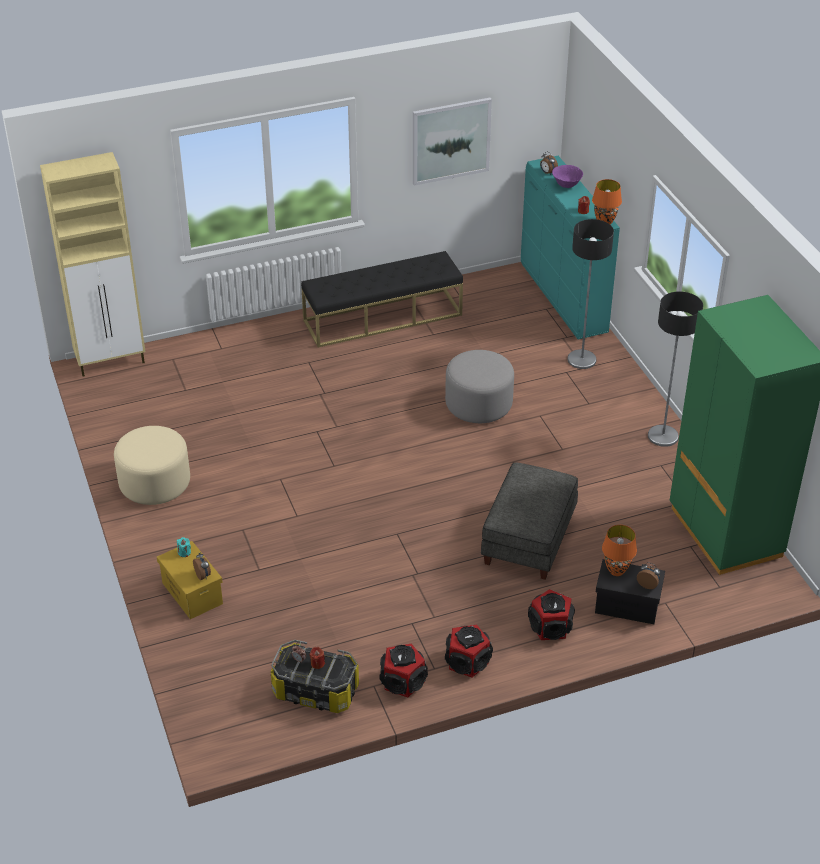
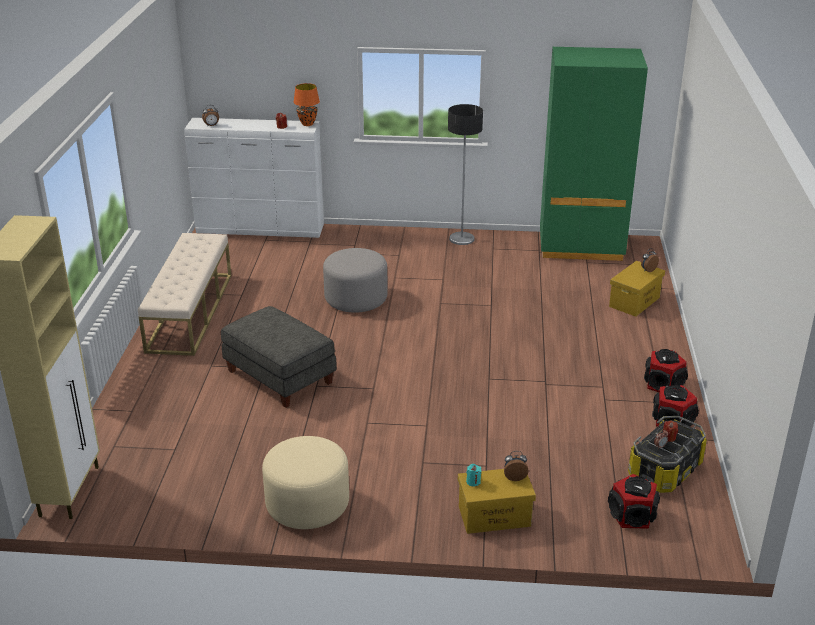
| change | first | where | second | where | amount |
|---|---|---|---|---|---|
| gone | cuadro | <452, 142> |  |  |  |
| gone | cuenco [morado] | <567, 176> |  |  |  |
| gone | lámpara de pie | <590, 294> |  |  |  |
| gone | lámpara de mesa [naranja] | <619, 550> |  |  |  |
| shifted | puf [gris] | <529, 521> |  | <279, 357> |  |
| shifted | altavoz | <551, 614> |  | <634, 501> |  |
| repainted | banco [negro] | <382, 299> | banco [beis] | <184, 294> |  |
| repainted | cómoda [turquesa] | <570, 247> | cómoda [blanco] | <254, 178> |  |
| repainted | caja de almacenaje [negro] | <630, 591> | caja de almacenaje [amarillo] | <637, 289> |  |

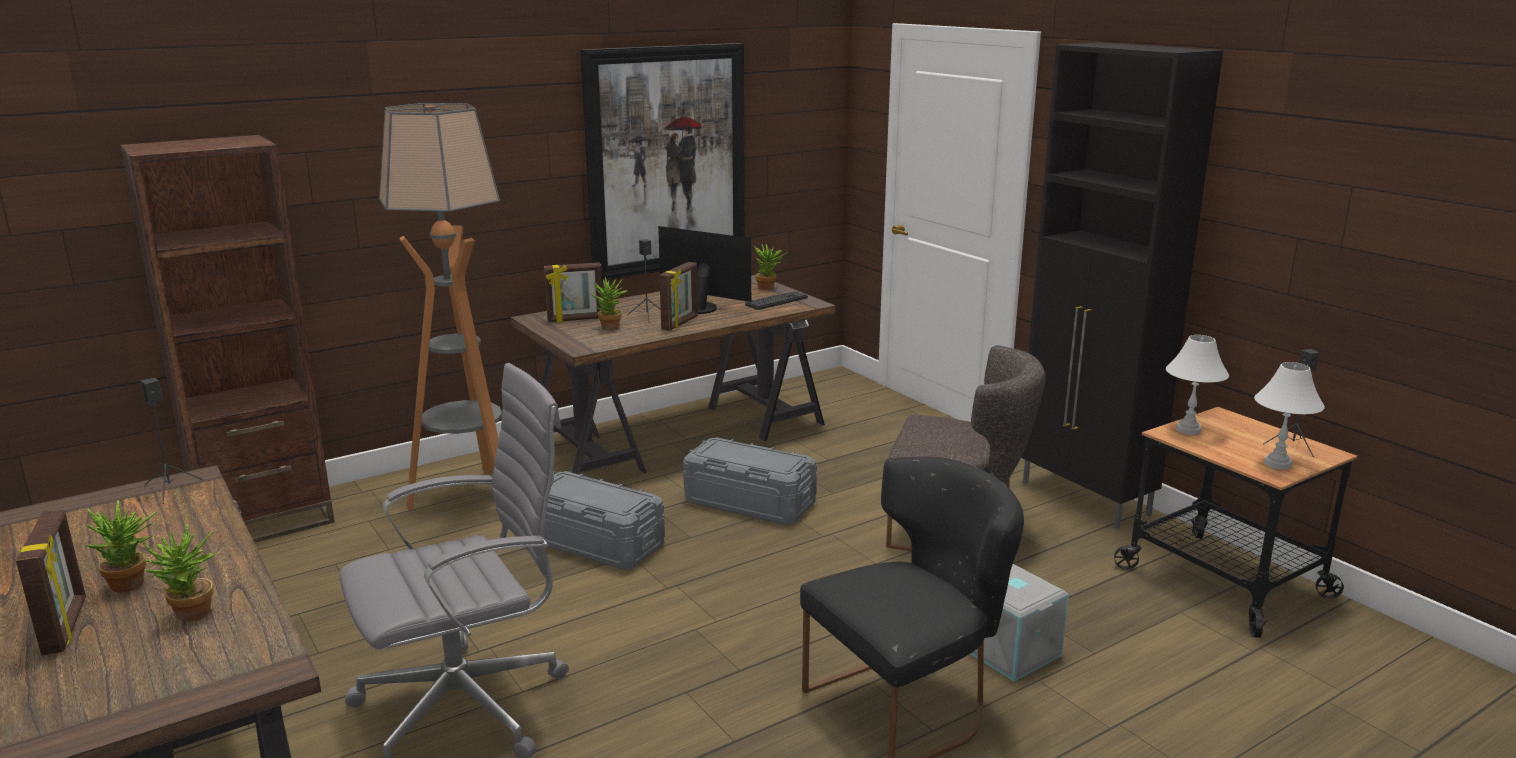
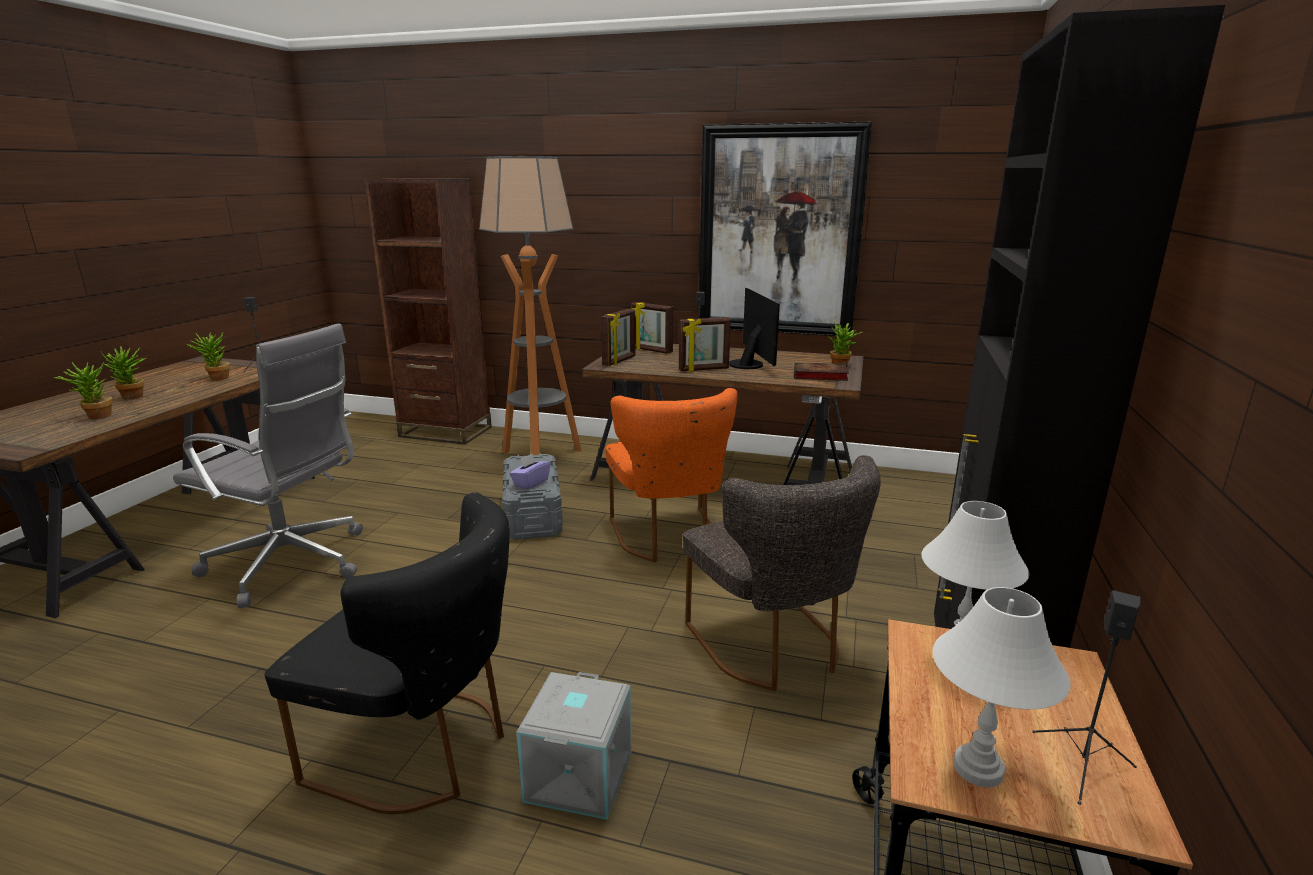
| change | first | where | second | where | amount |
|---|---|---|---|---|---|
| new |  |  | caja de pañuelos [morado] | <530, 472> |  |
| shifted | portarretratos | <51, 582> |  | <618, 337> |  |
| shifted | planta en maceta | <610, 303> |  | <208, 356> |  |
| swapped | caja de almacenaje [gris] | <750, 481> | silla [naranja] | <671, 475> |  |
| swapped | teclado | <776, 300> | libro | <821, 371> |  |

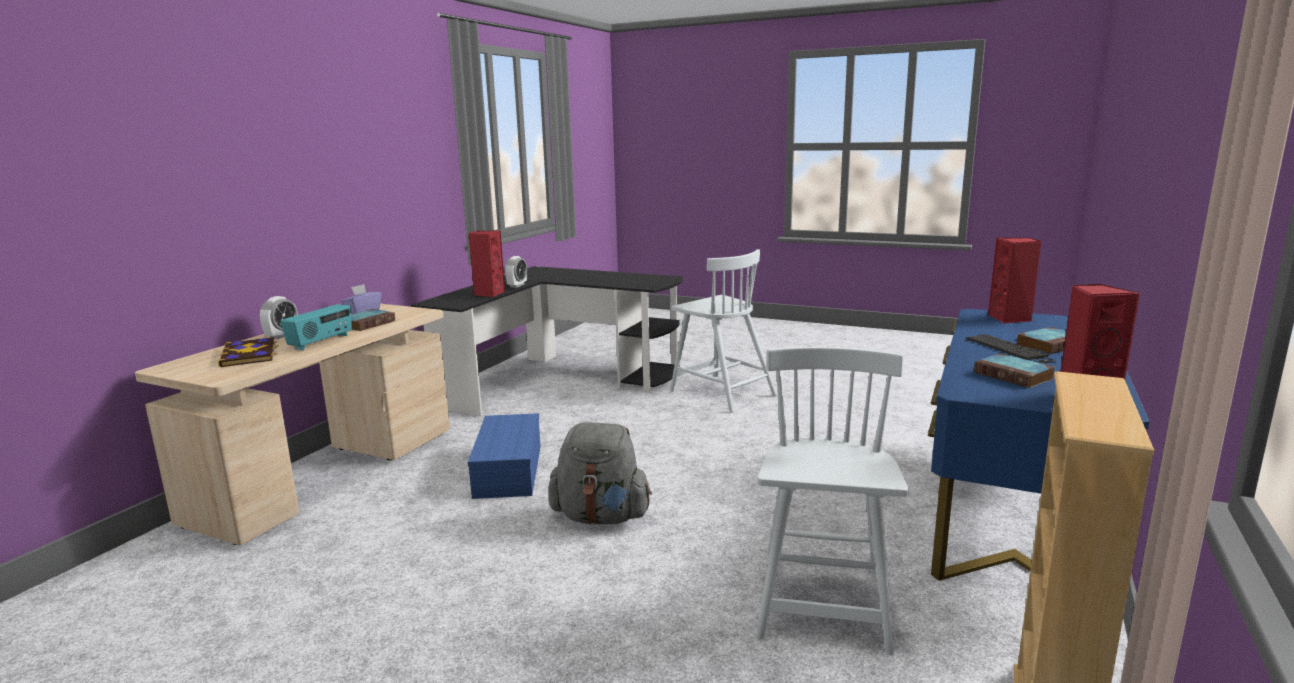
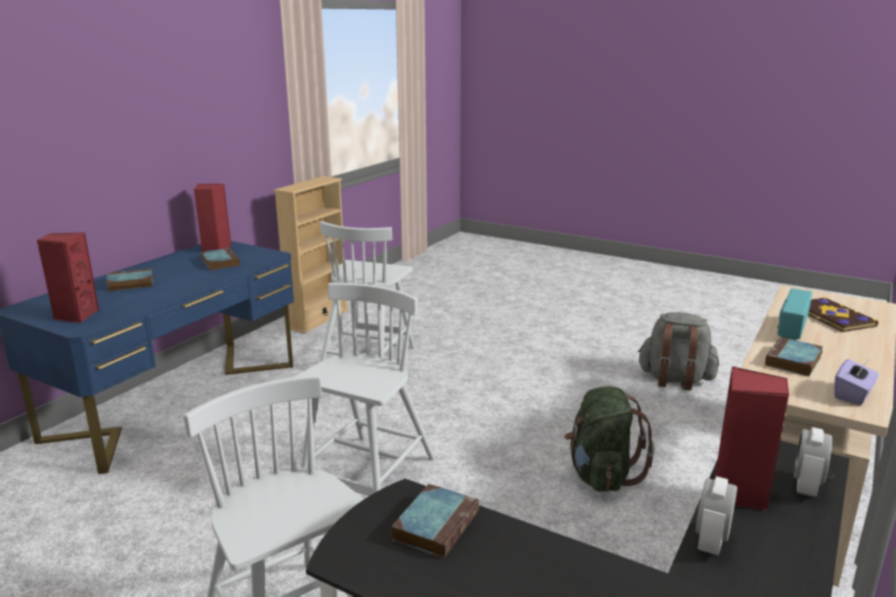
| change | first | where | second | where | amount |
|---|---|---|---|---|---|
| gone | teclado | <1011, 349> |  |  |  |
| new |  |  | silla [blanco] | <364, 389> |  |
| new |  |  | libro | <435, 521> |  |
| shifted | despertador | <279, 317> |  | <813, 462> |  |
| shifted | mochila [gris] | <600, 473> |  | <678, 351> |  |
| swapped | caja de almacenaje [azul] | <504, 456> | mochila [verde] | <609, 439> |  |

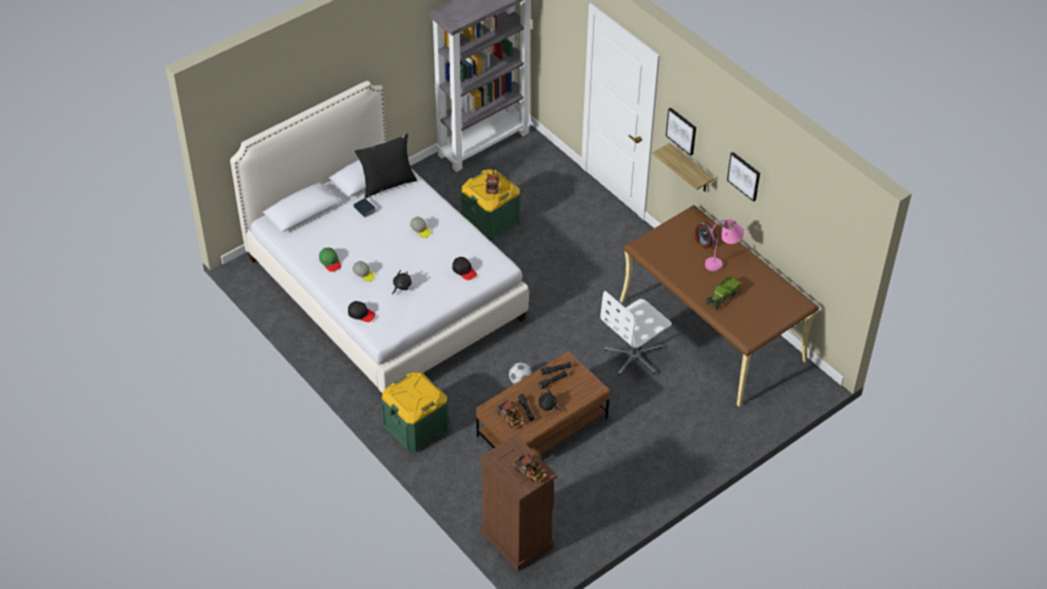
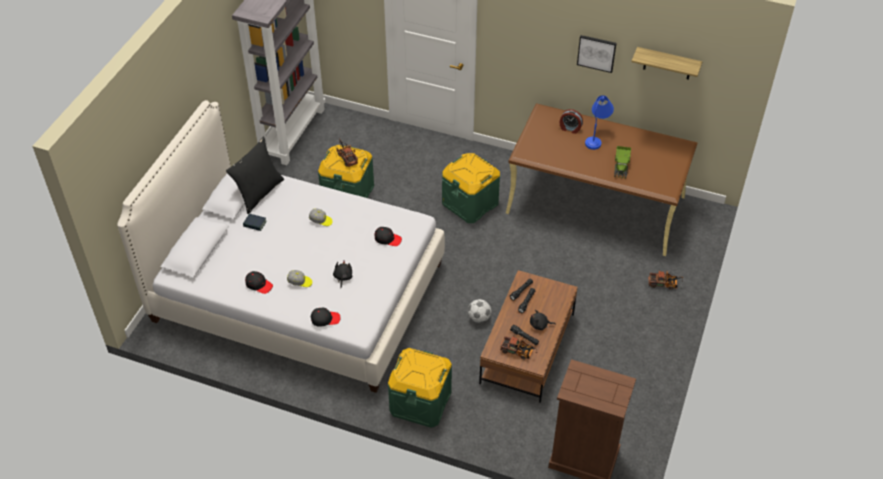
| change | first | where | second | where | amount |
|---|---|---|---|---|---|
| gone | silla de oficina [blanco] | <636, 333> |  |  |  |
| gone | cuadro | <681, 132> |  |  |  |
| new |  |  | caja de almacenaje [verde] | <471, 188> |  |
| shifted | camión de juguete | <529, 469> |  | <665, 280> |  |
| shifted | estante | <683, 167> |  | <666, 63> |  |
| repainted | gorra [verde] | <330, 260> | gorra [negro] | <259, 282> |  |
| repainted | lámpara de mesa [rosa] | <724, 245> | lámpara de mesa [azul] | <599, 122> |  |

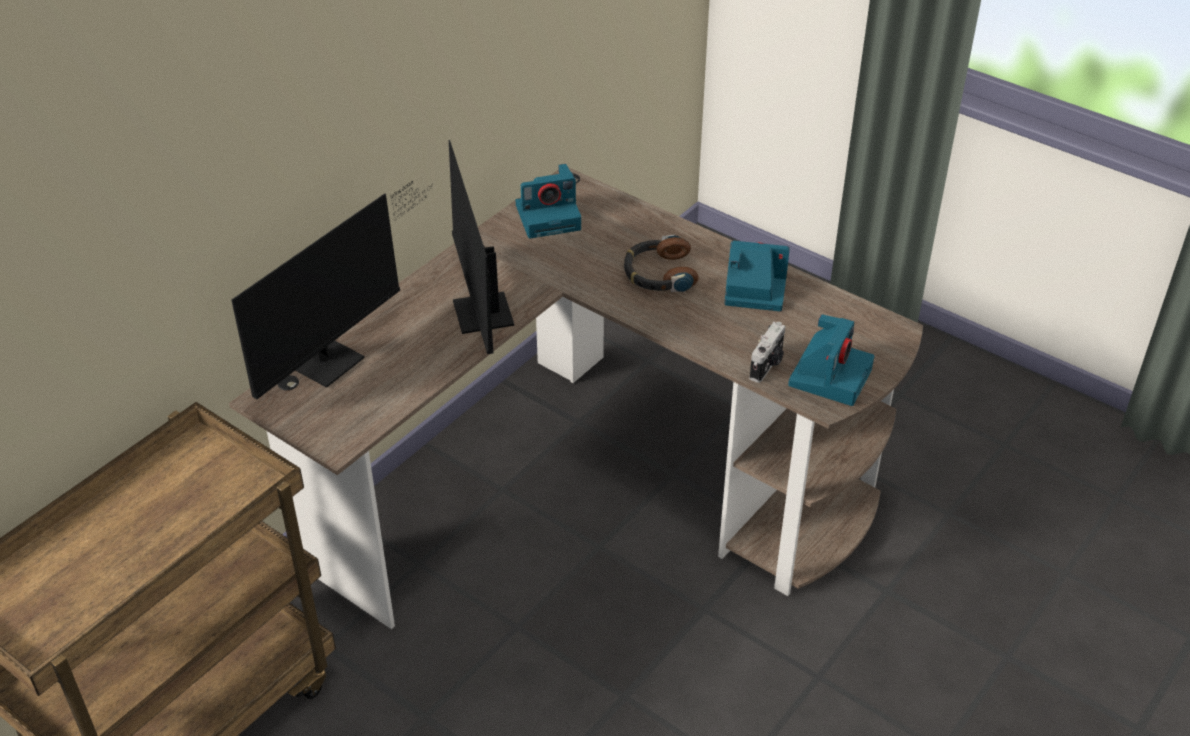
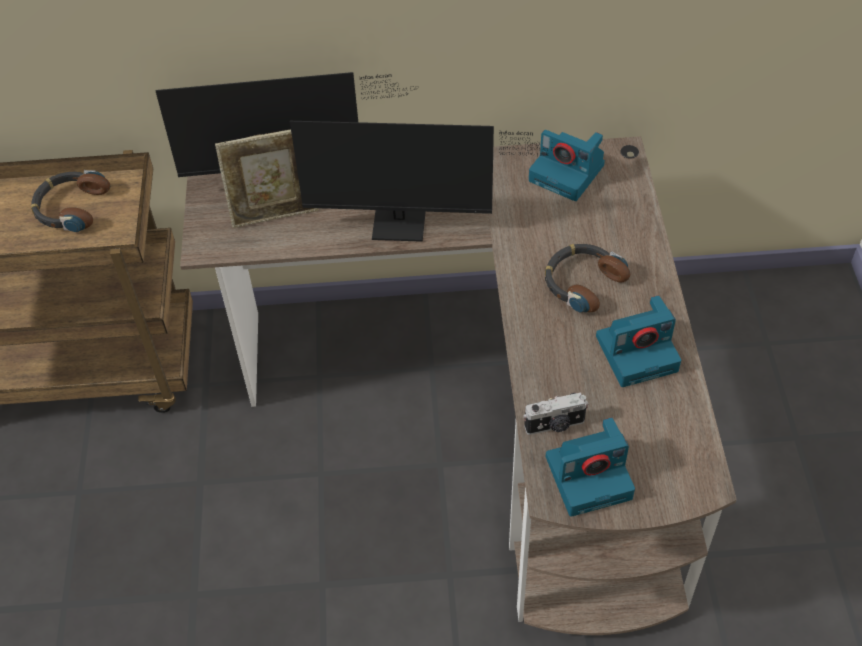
| change | first | where | second | where | amount |
|---|---|---|---|---|---|
| new |  |  | auriculares | <70, 201> |  |
| new |  |  | portarretratos | <267, 178> |  |
| rotated | monitor | <481, 247> |  | <424, 181> | 120 degrees counterclockwise |
| rotated | cámara | <757, 276> |  | <638, 341> | 105 degrees clockwise |

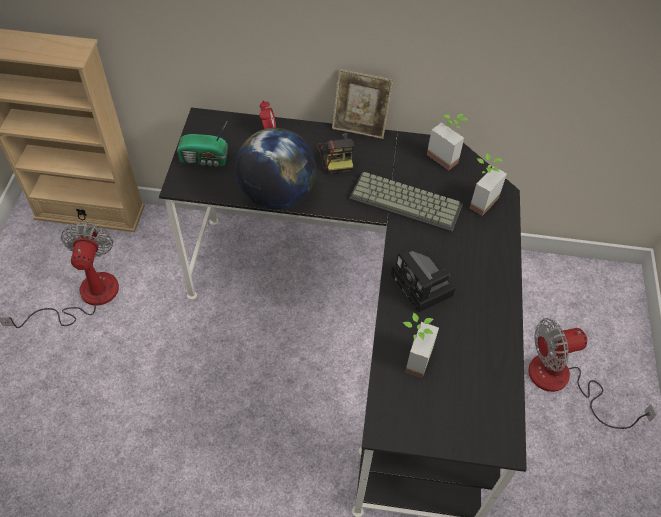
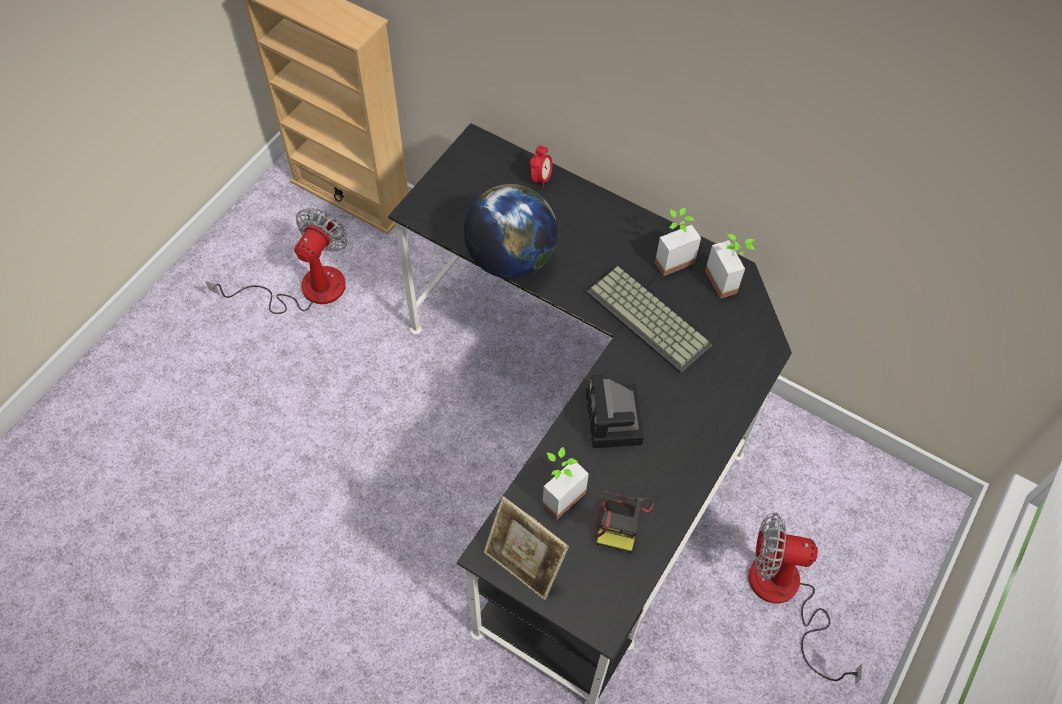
| change | first | where | second | where | amount |
|---|---|---|---|---|---|
| gone | radio | <202, 143> |  |  |  |
| shifted | cámara | <335, 153> |  | <624, 522> |  |
| shifted | portarretratos | <363, 104> |  | <526, 548> |  |
| shifted | planta en maceta | <488, 184> |  | <678, 242> |  |

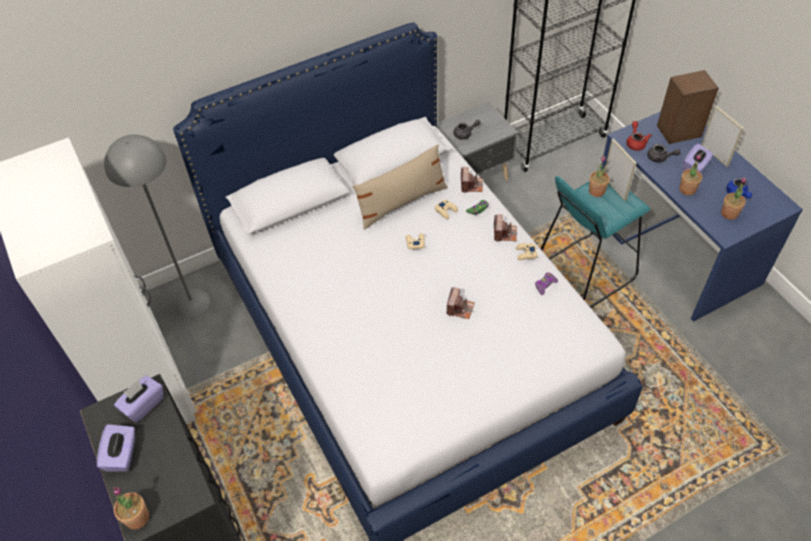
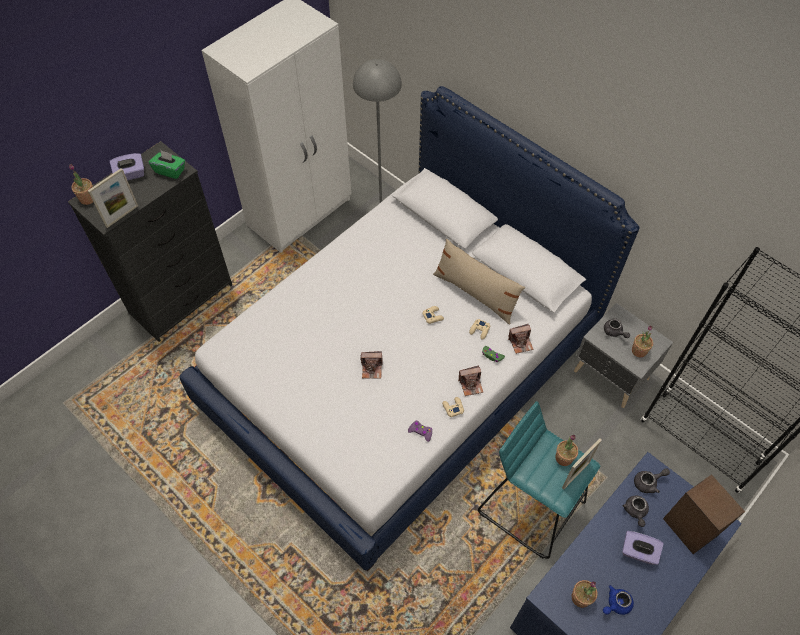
| change | first | where | second | where | amount |
|---|---|---|---|---|---|
| shifted | planta en maceta | <690, 174> |  | <642, 341> |  |
| shifted | portarretratos | <722, 136> |  | <113, 198> |  |
| repainted | caja de pañuelos [morado] | <138, 398> | caja de pañuelos [verde] | <167, 164> |  |
| repainted | tetera [rojo] | <639, 136> | tetera [gris] | <652, 480> |  |

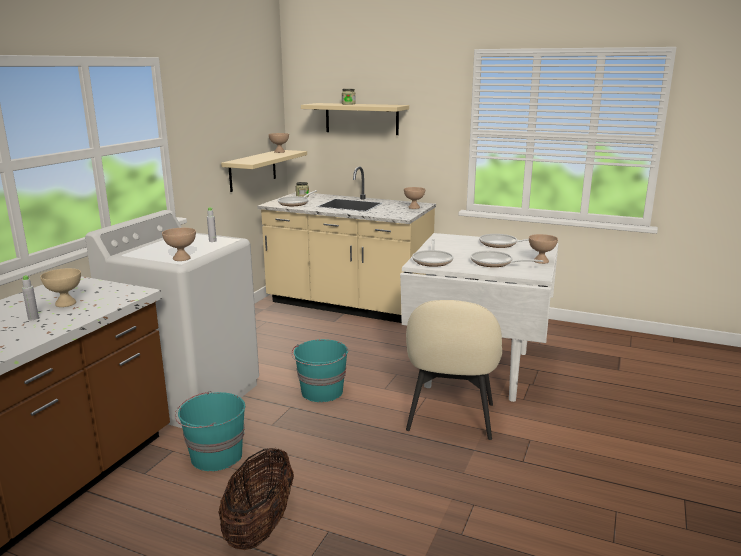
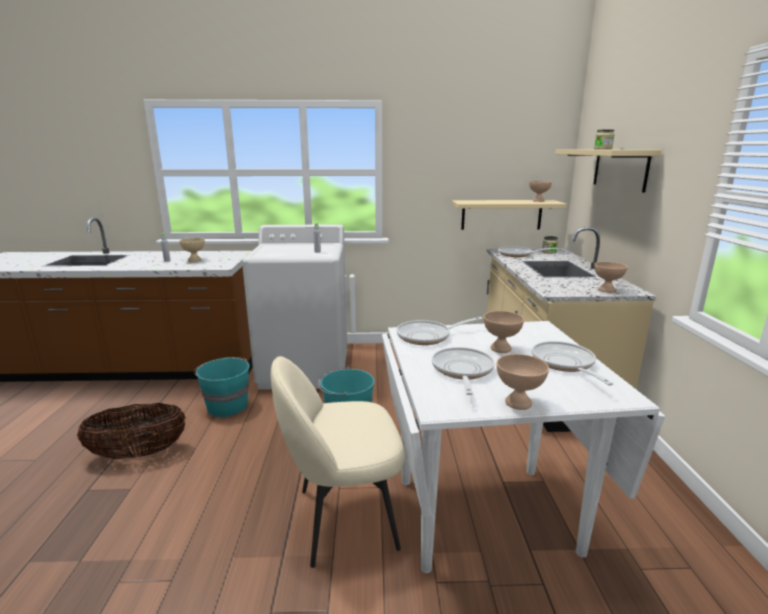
| change | first | where | second | where | amount |
|---|---|---|---|---|---|
| shifted | cuenco [beis] | <179, 244> |  | <504, 332> |  |

